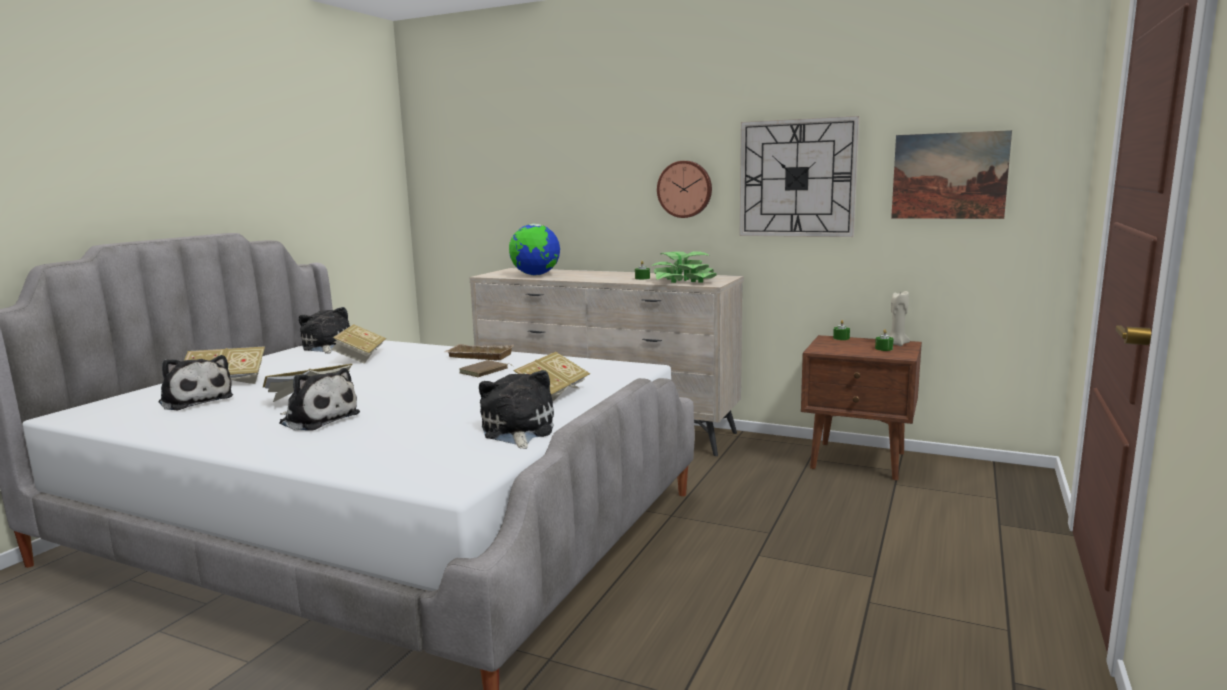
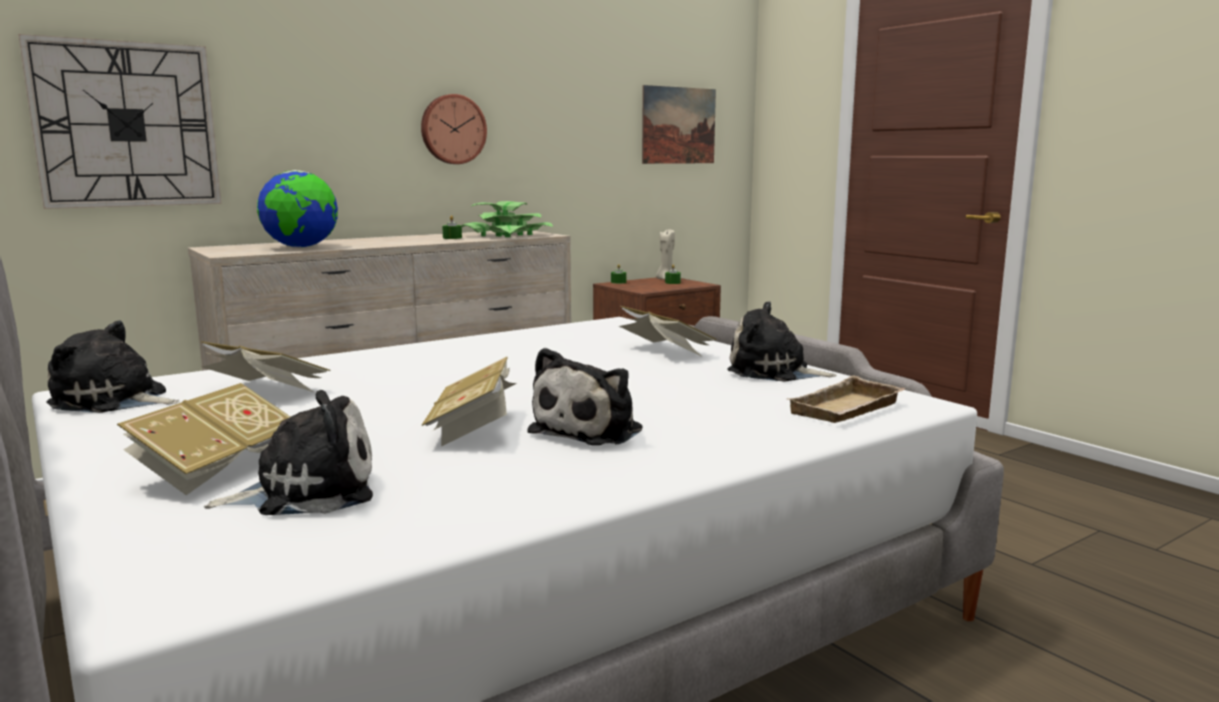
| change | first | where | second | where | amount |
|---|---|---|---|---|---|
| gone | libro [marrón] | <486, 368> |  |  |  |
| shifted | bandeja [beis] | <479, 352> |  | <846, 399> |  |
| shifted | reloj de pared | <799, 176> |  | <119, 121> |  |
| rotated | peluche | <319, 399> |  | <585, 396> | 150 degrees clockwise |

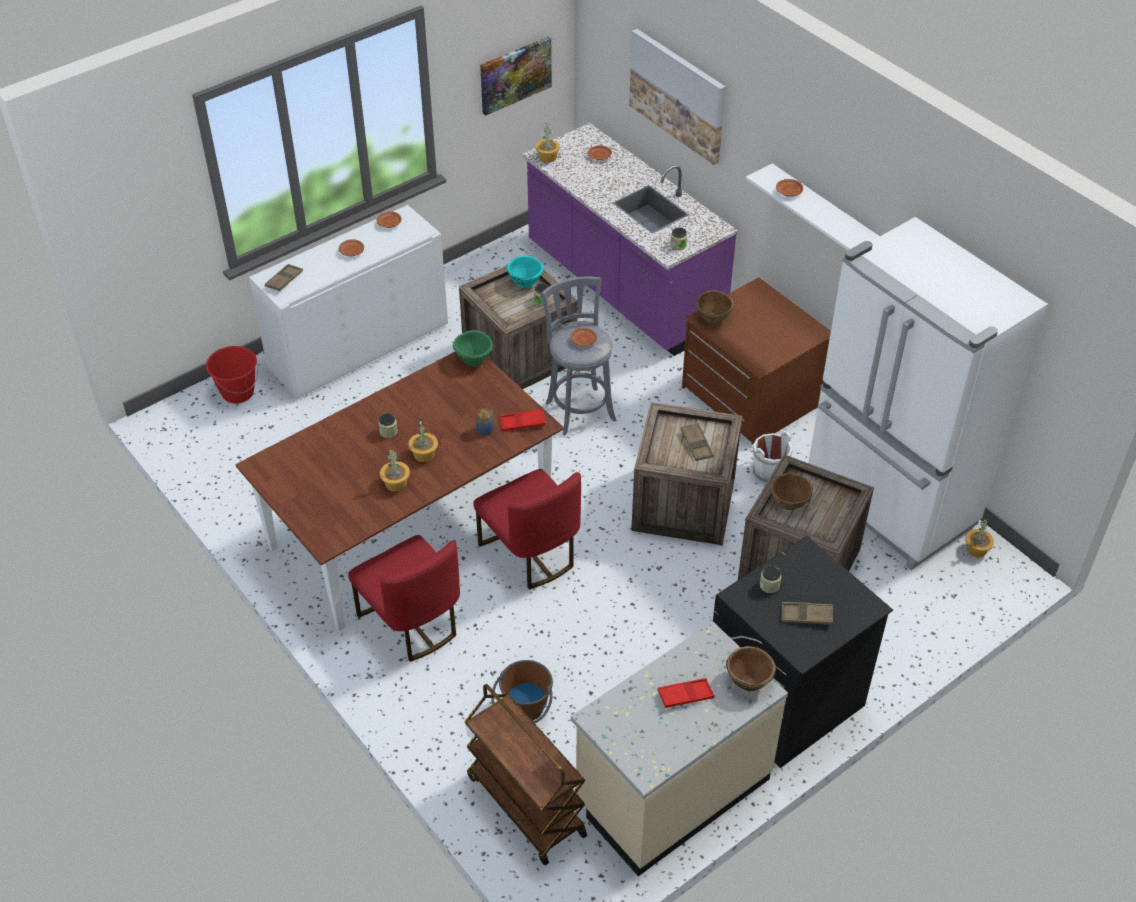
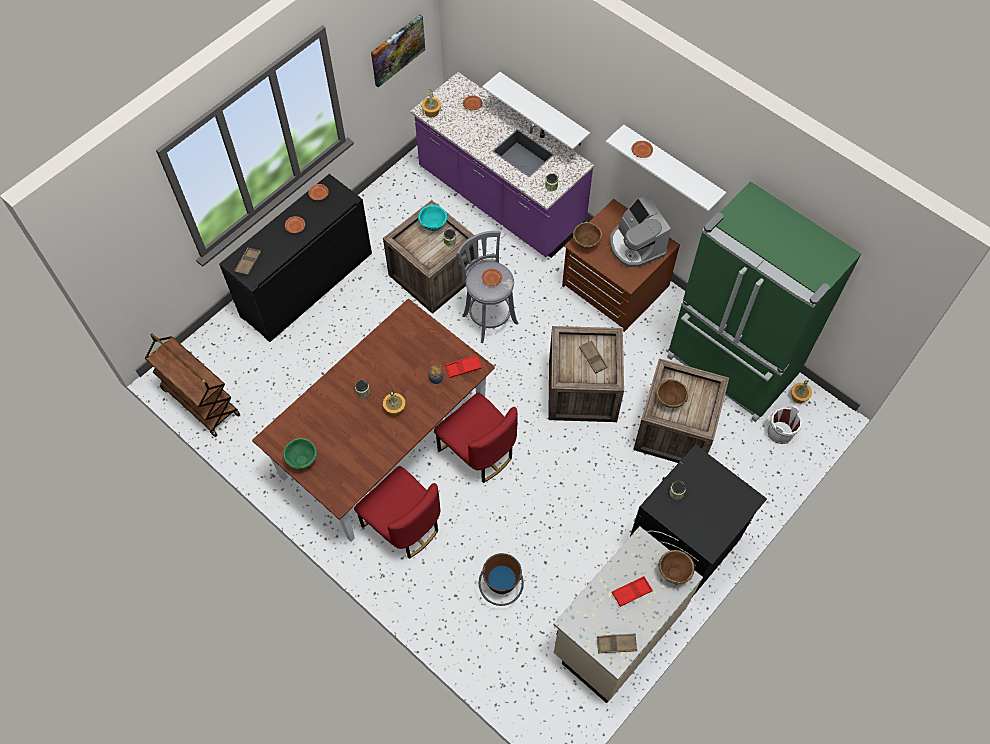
| change | first | where | second | where | amount |
|---|---|---|---|---|---|
| gone | cubo [rojo] | <232, 375> |  |  |  |
| gone | planta en maceta | <395, 471> |  |  |  |
| gone | cuadro | <677, 97> |  |  |  |
| new |  |  | estante [blanco] | <536, 111> |  |
| new |  |  | cafetera | <640, 231> |  |
| shifted | cuenco [verde] | <473, 348> |  | <300, 453> |  |
| shifted | carrito [marrón] | <525, 774> |  | <192, 385> |  |
| shifted | cubo [blanco] | <771, 457> |  | <784, 425> |  |
| shifted | bandeja [marrón] | <807, 613> |  | <617, 643> |  |
| repainted | armario [blanco] | <348, 302> | armario [negro] | <295, 258> |  |
| repainted | nevera [blanco] | <928, 393> | nevera [verde] | <764, 301> |  |

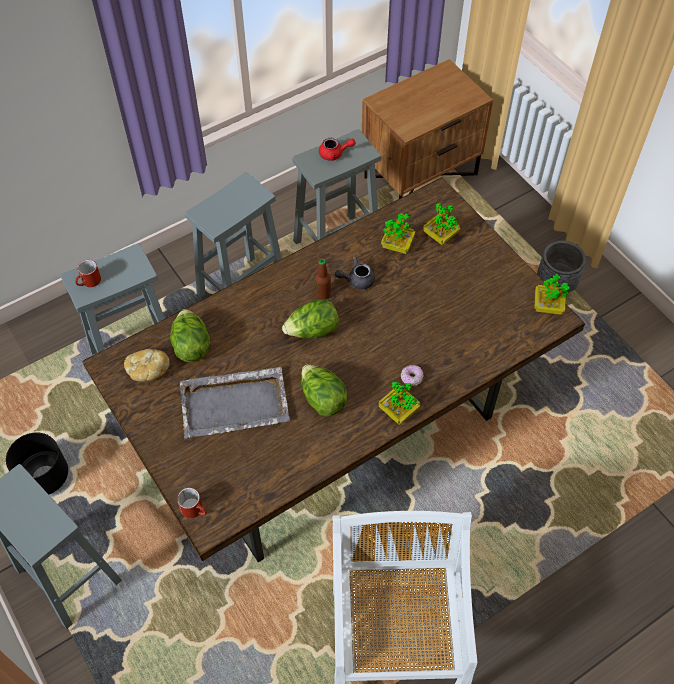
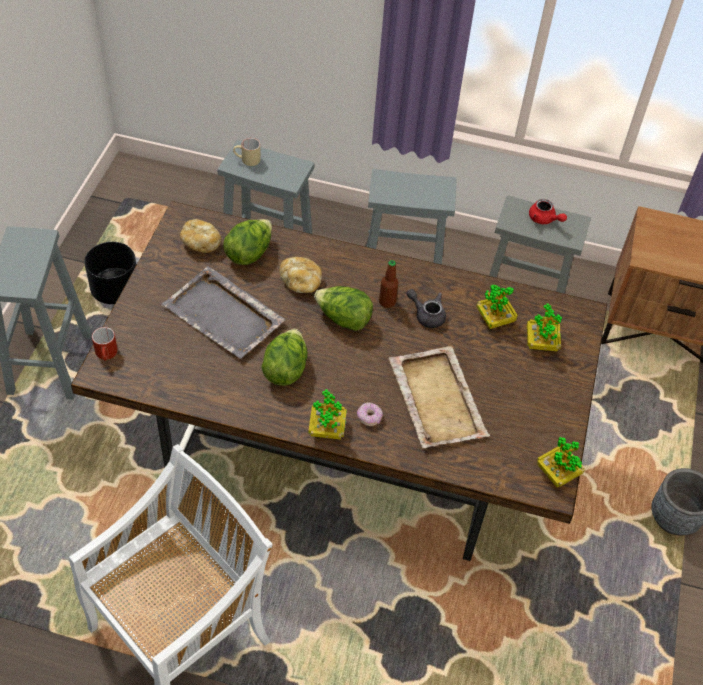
| change | first | where | second | where | amount |
|---|---|---|---|---|---|
| new |  |  | pan | <300, 275> |  |
| new |  |  | bandeja [beis] | <439, 397> |  |
| repainted | taza grande [rojo] | <88, 273> | taza grande [beis] | <247, 152> |  |

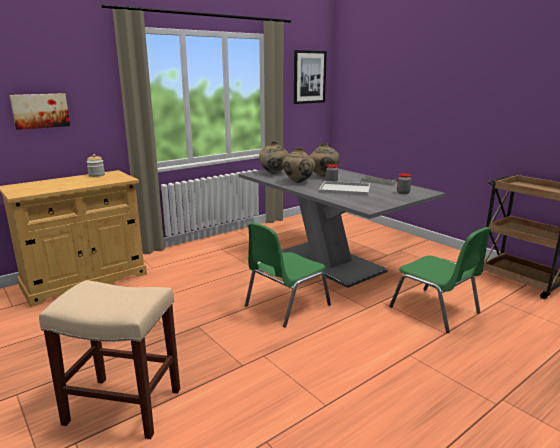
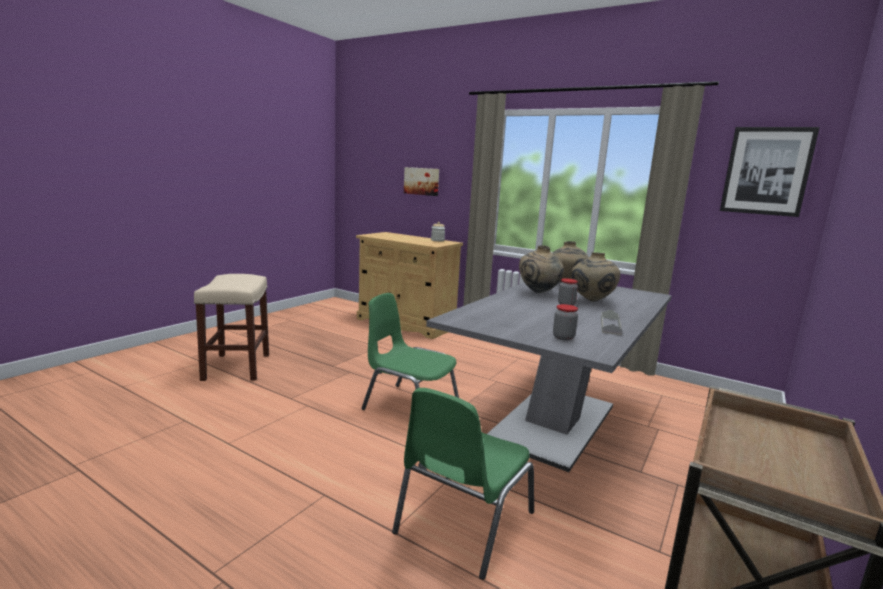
| change | first | where | second | where | amount |
|---|---|---|---|---|---|
| gone | bandeja [blanco] | <344, 188> |  |  |  |

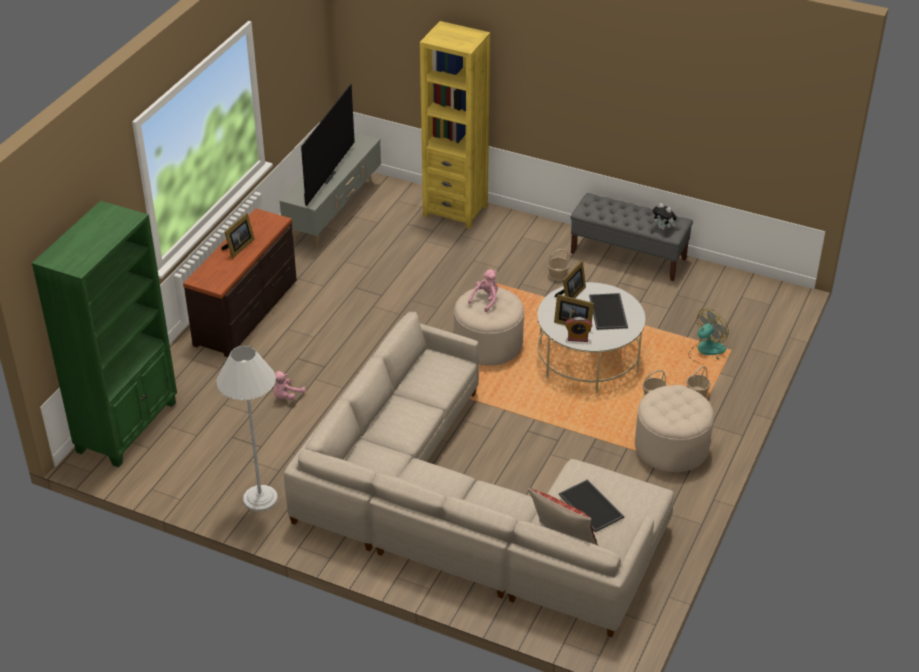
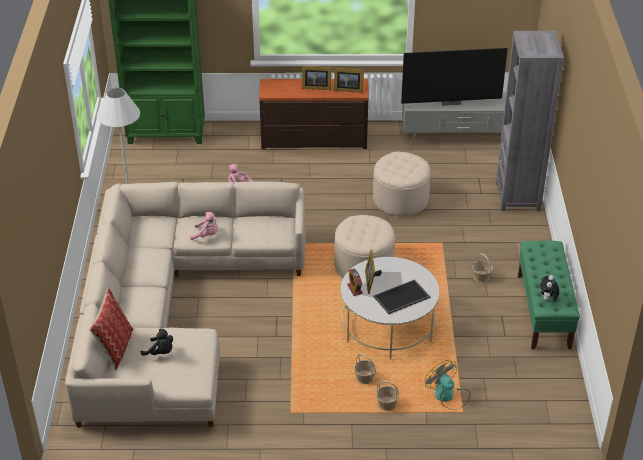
| change | first | where | second | where | amount |
|---|---|---|---|---|---|
| shifted | peluche [rosa] | <483, 290> |  | <204, 226> |  |
| shifted | portarretratos | <570, 279> |  | <349, 80> |  |
| shifted | puf [beis] | <674, 428> |  | <402, 184> |  |
| swapped | bandeja | <591, 505> | peluche [negro] | <157, 342> |  |
| repainted | estantería [amarillo] | <455, 125> | estantería [gris] | <530, 121> |  |
| repainted | banco [gris] | <631, 237> | banco [verde] | <549, 295> |  |
| rotated | ventilador | <709, 336> |  | <447, 385> | 150 degrees counterclockwise |

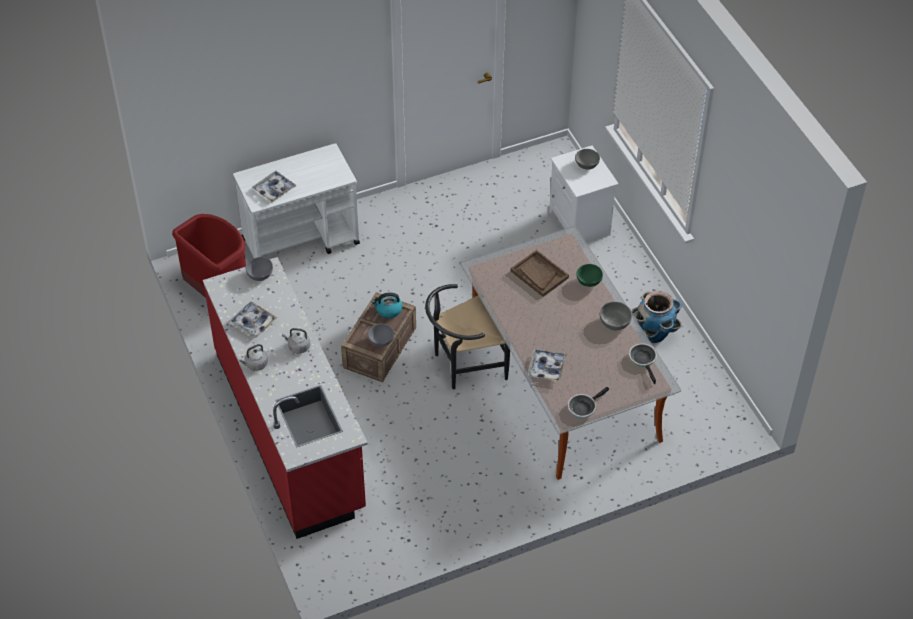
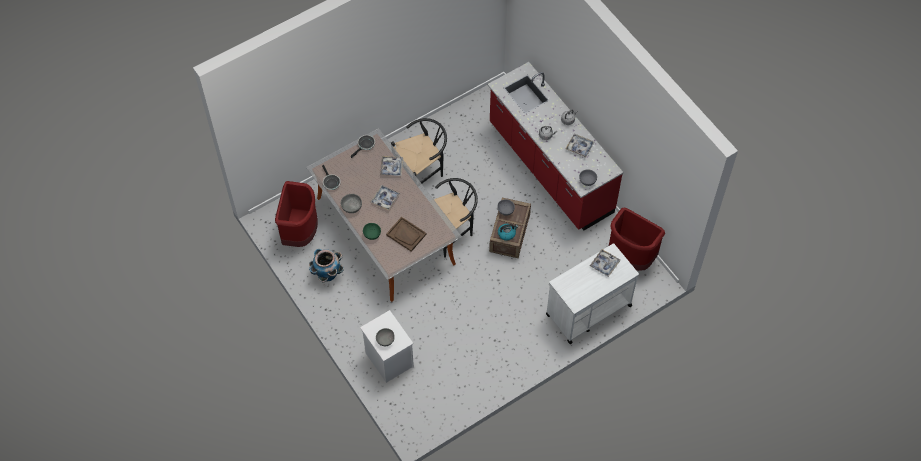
| change | first | where | second | where | amount |
|---|---|---|---|---|---|
| new |  |  | papelera [rojo] | <296, 214> |  |
| new |  |  | bandeja | <385, 198> |  |
| new |  |  | silla [negro] | <419, 151> |  |

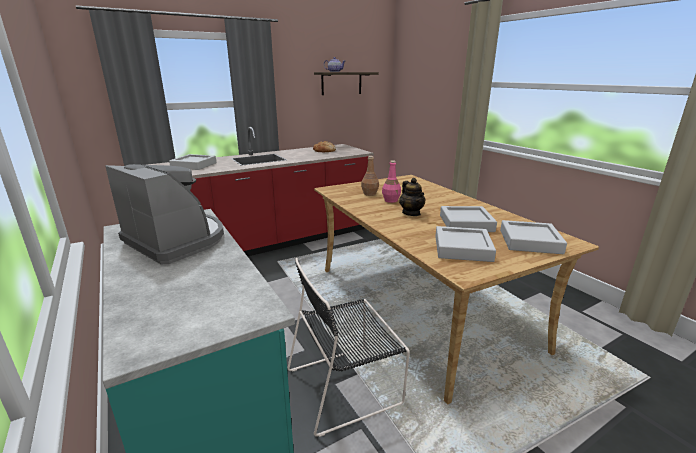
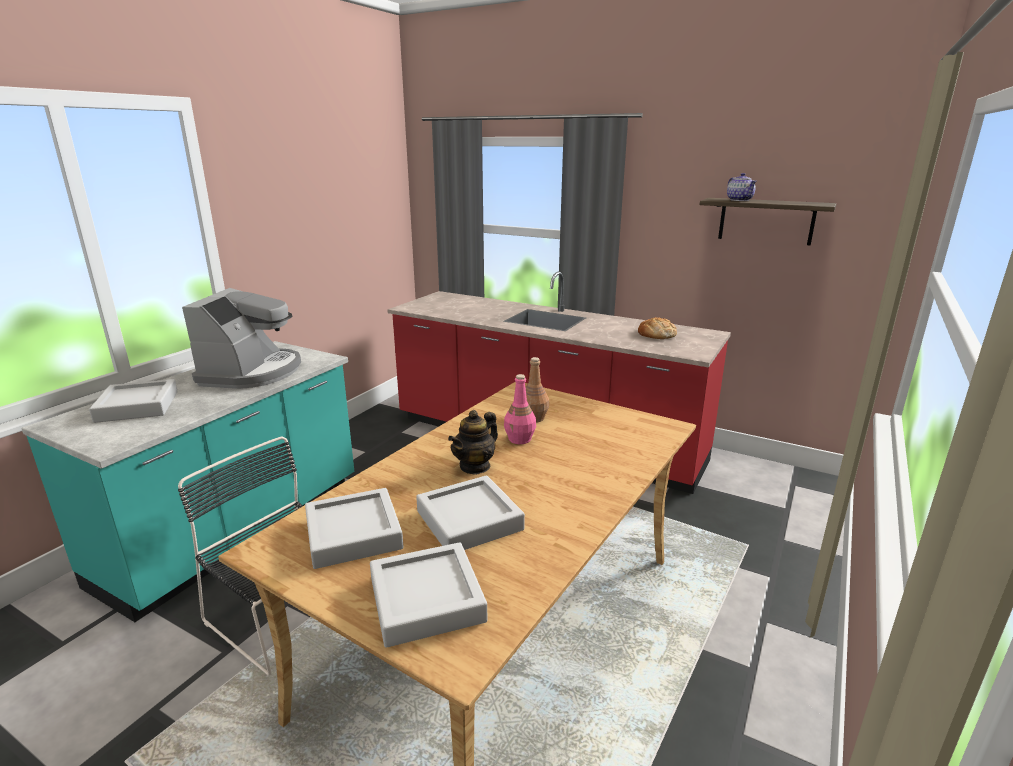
| change | first | where | second | where | amount |
|---|---|---|---|---|---|
| shifted | bandeja [gris] | <193, 162> |  | <133, 401> |  |

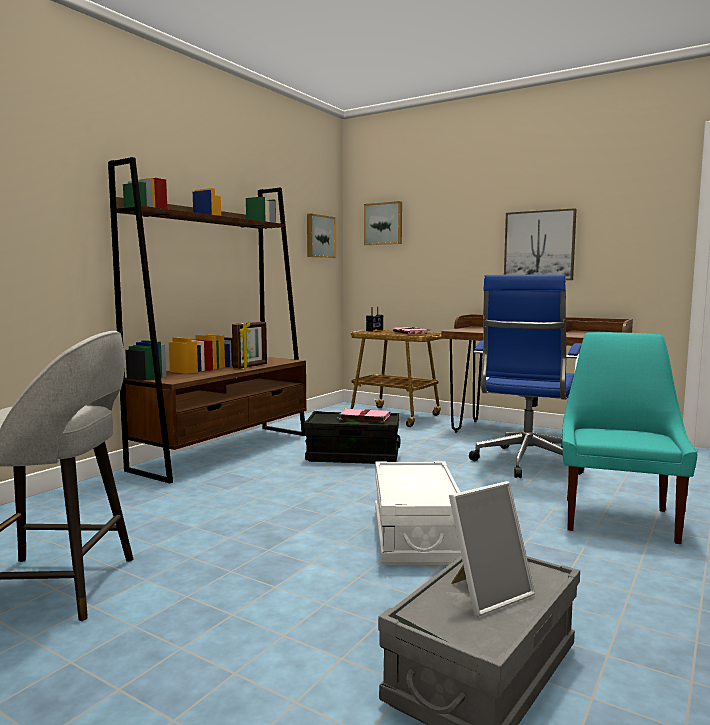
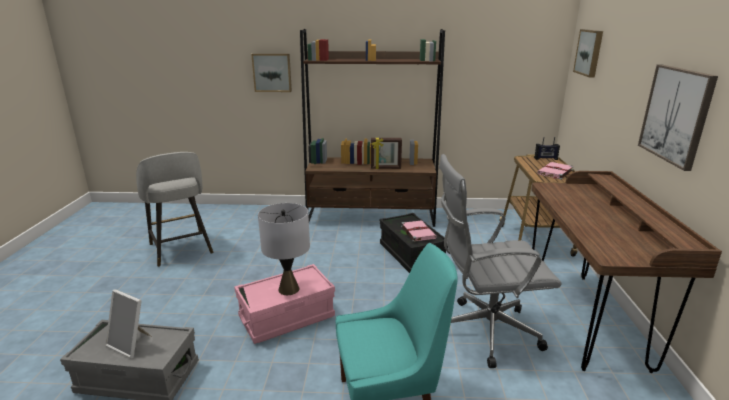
| change | first | where | second | where | amount |
|---|---|---|---|---|---|
| new |  |  | lámpara de mesa [gris] | <284, 249> |  |
| shifted | cuadro | <321, 235> |  | <271, 72> |  |
| repainted | caja de almacenaje [blanco] | <418, 513> | caja de almacenaje [rosa] | <284, 304> |  |
| repainted | silla de oficina [azul] | <526, 376> | silla de oficina [gris] | <500, 261> |  |

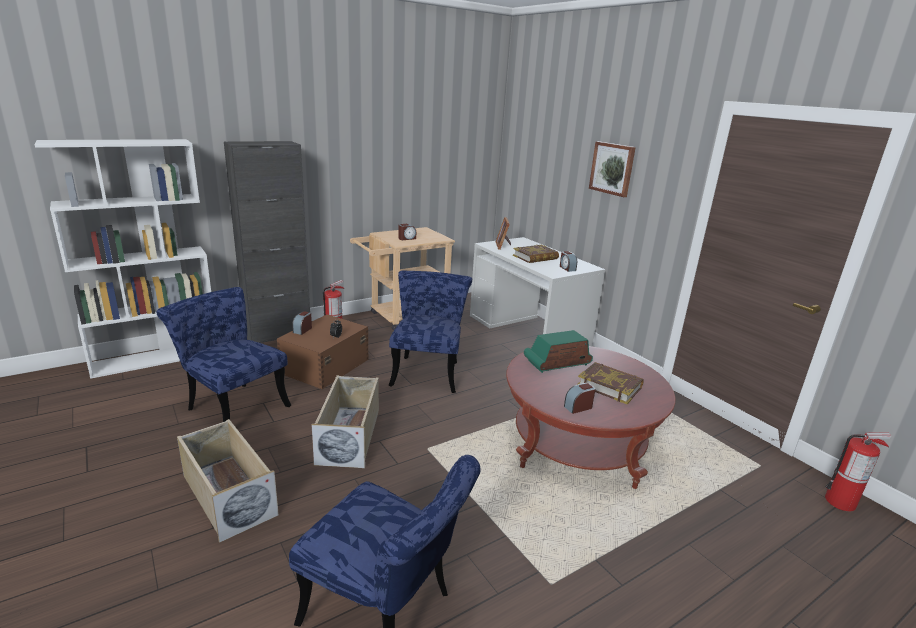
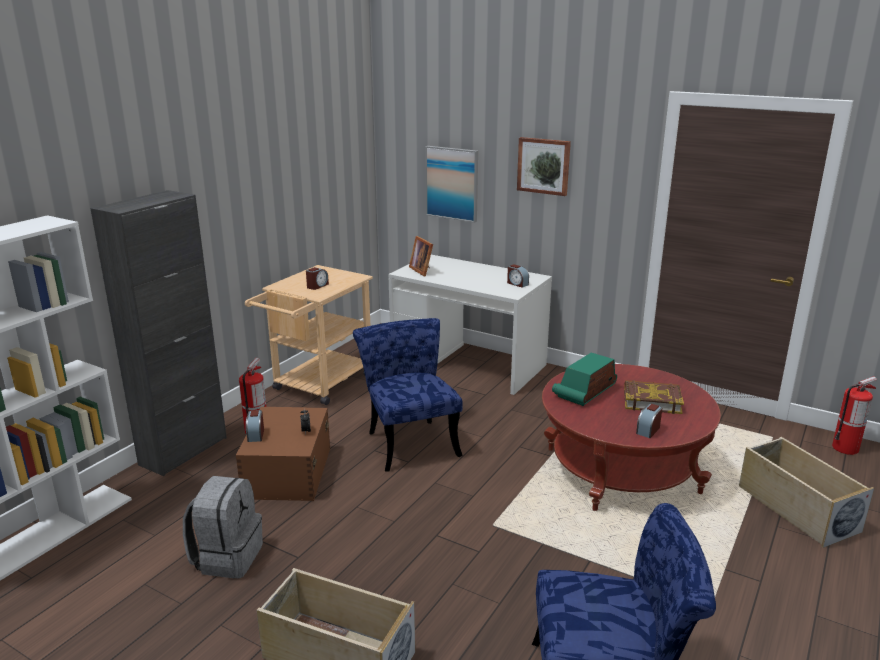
| change | first | where | second | where | amount |
|---|---|---|---|---|---|
| gone | libro | <536, 254> |  |  |  |
| new |  |  | cuadro | <451, 184> |  |
| shifted | caja de almacenaje [beis] | <345, 421> |  | <806, 492> |  |
| swapped | silla [azul] | <224, 354> | mochila [gris] | <223, 527> |  |

